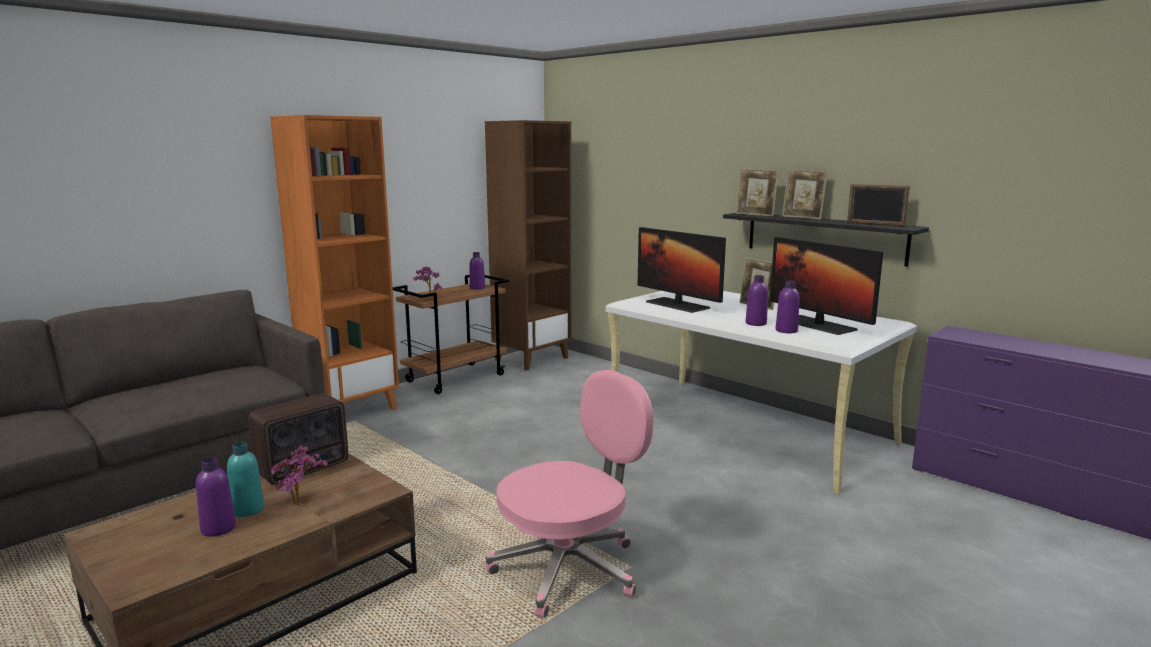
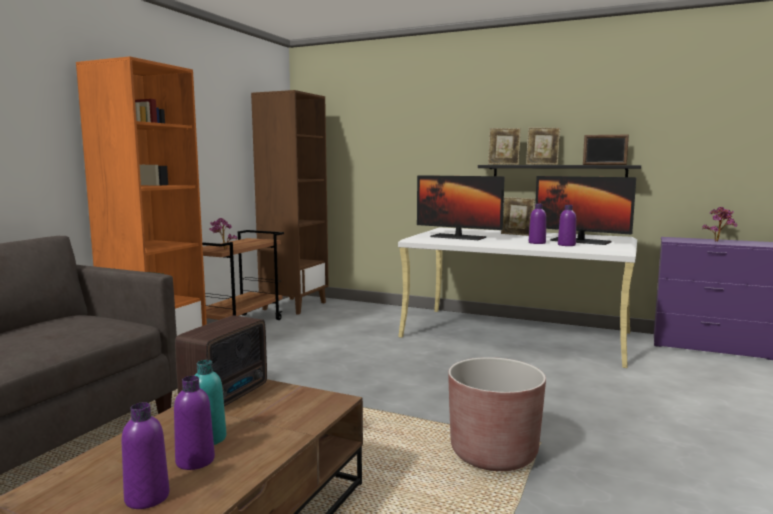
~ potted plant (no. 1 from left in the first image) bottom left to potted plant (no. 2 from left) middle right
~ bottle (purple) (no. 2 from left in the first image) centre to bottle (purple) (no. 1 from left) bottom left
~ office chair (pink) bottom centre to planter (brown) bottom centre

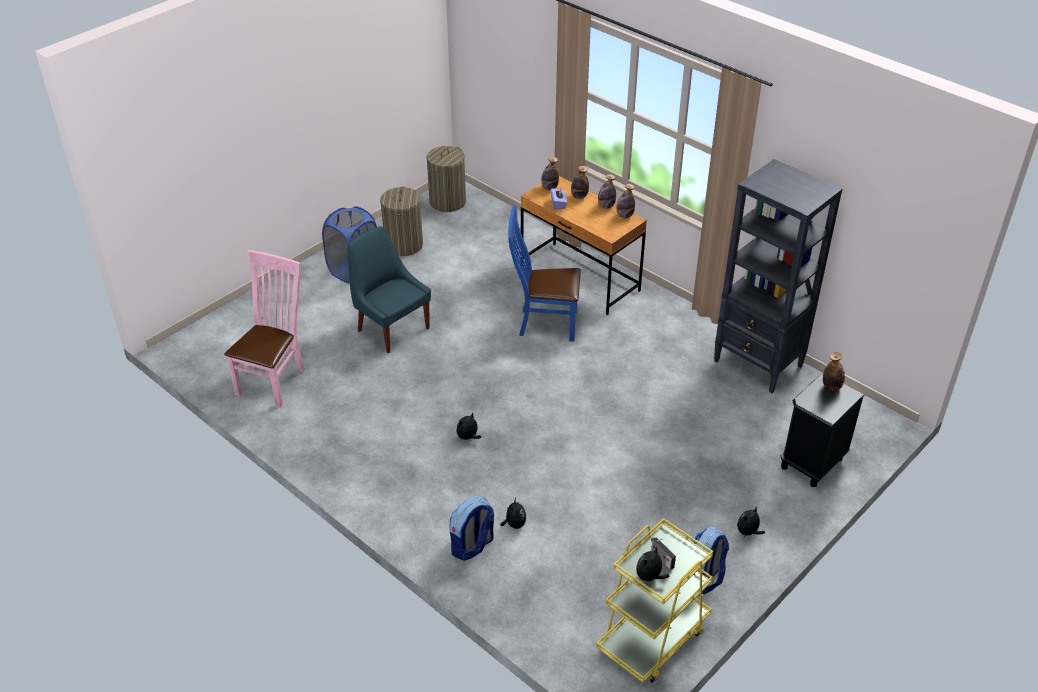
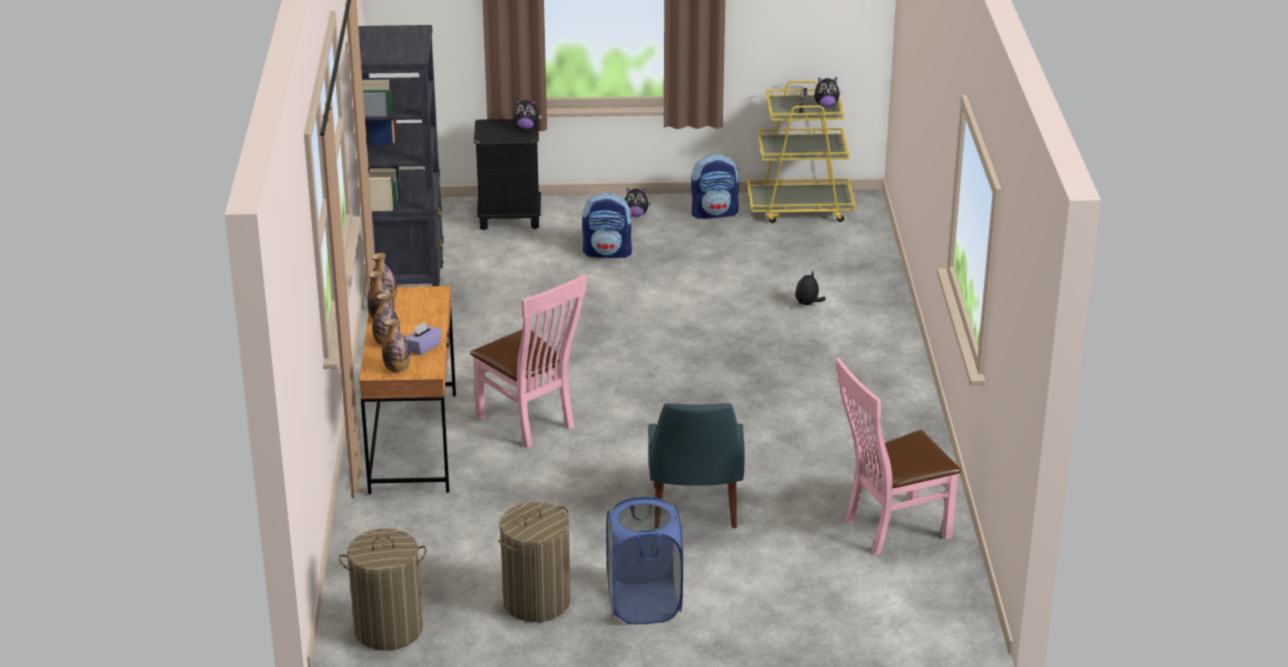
~ backpack (no. 1 from left) bottom centre to centre
~ plush toy (no. 1 from left) centre to top centre
~ chair (blue) (no. 2 from left) centre to chair (pink) (no. 1 from left) centre
- bottle (no. 5 from left) middle right

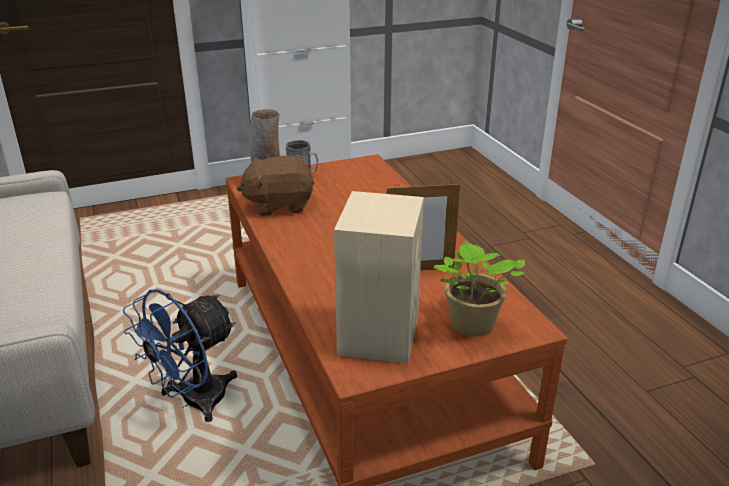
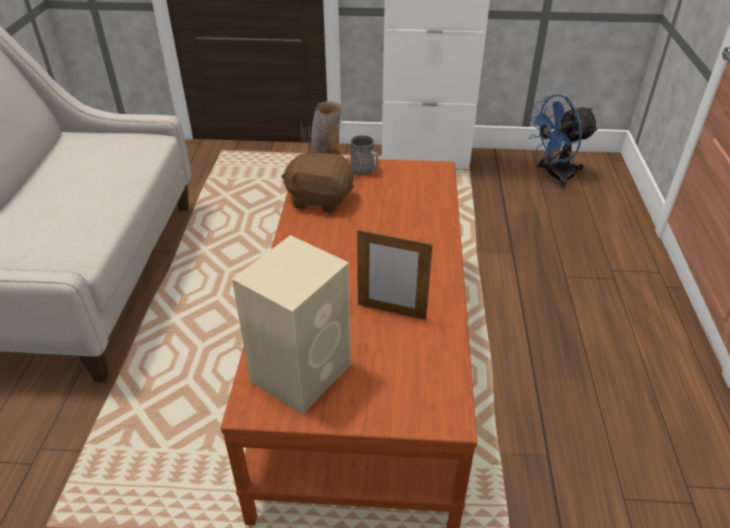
~ fan (blue) bottom left to top right
- potted plant centre

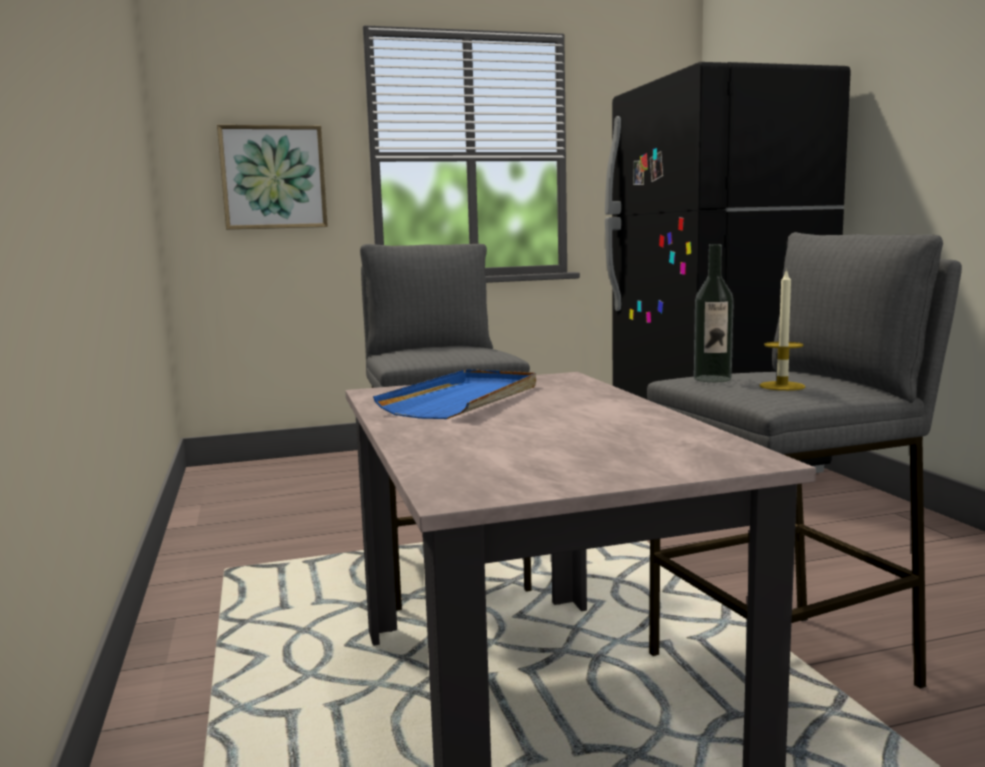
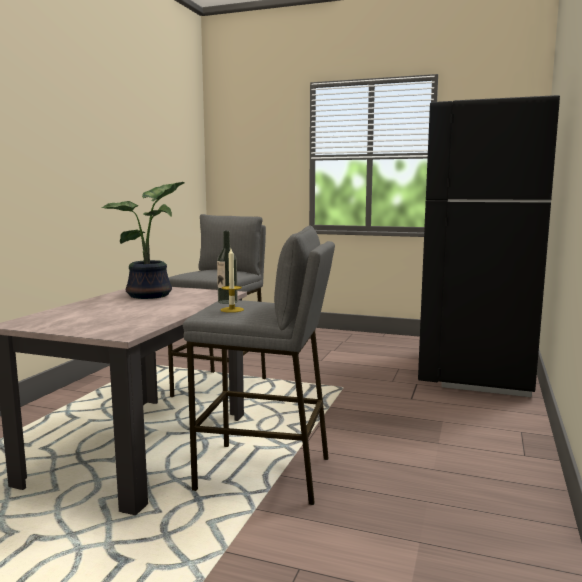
- picture top left
~ tray (blue) centre to potted plant middle left

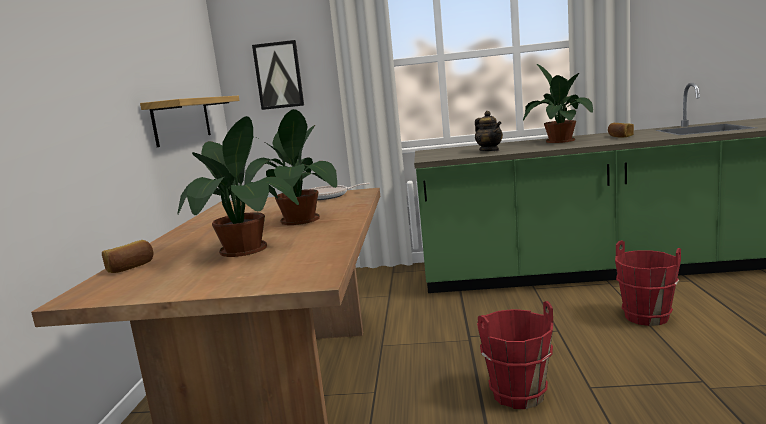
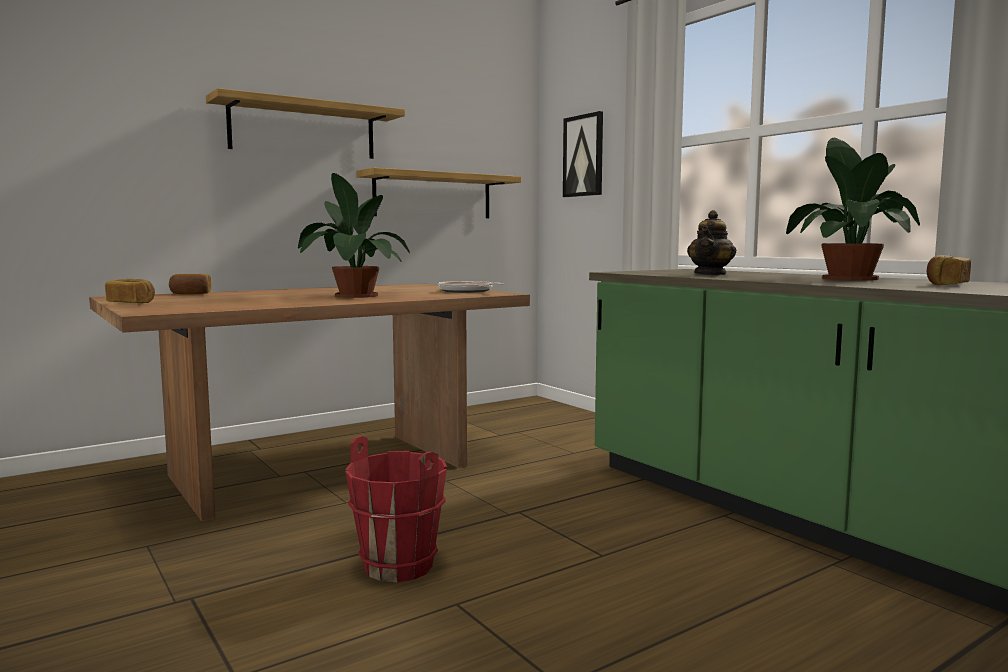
- potted plant (no. 1 from left) middle left
- bucket (red) (no. 2 from left) bottom right
+ bread (no. 1 from left) middle left
+ shelf (no. 1 from left) top left

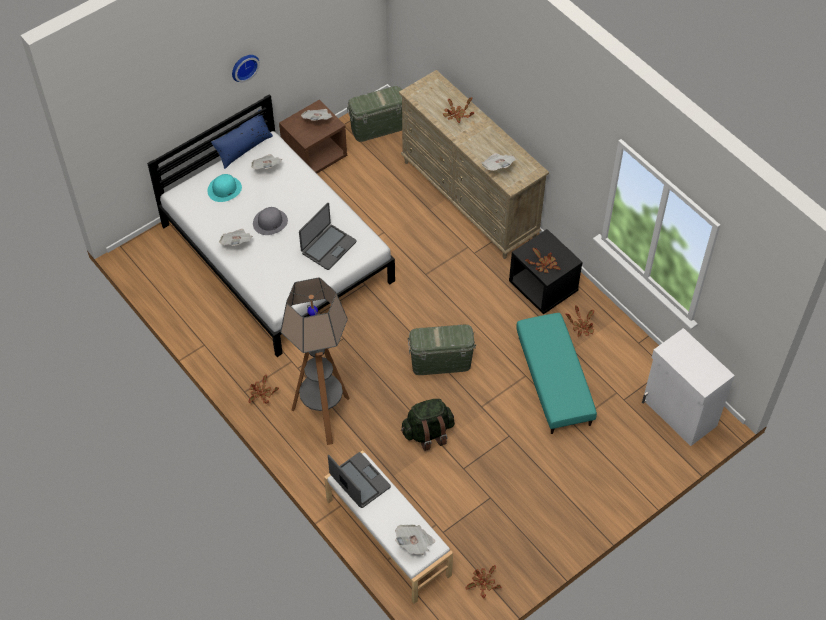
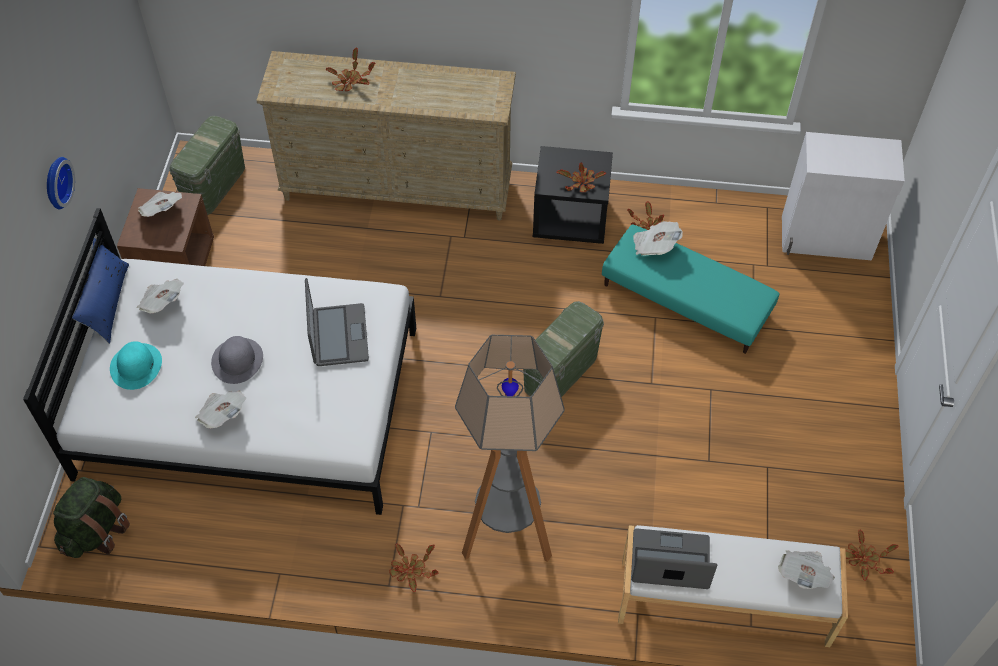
~ backpack (green) bottom centre to bottom left
~ newspaper (no. 5 from left in the first image) top centre to newspaper (no. 4 from left) centre

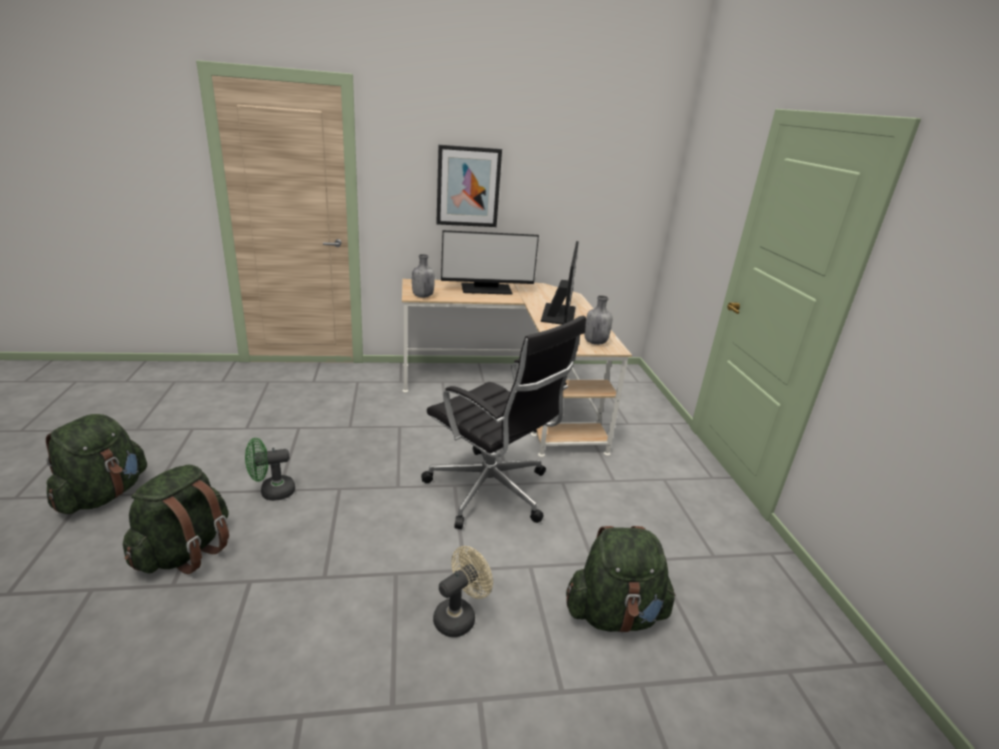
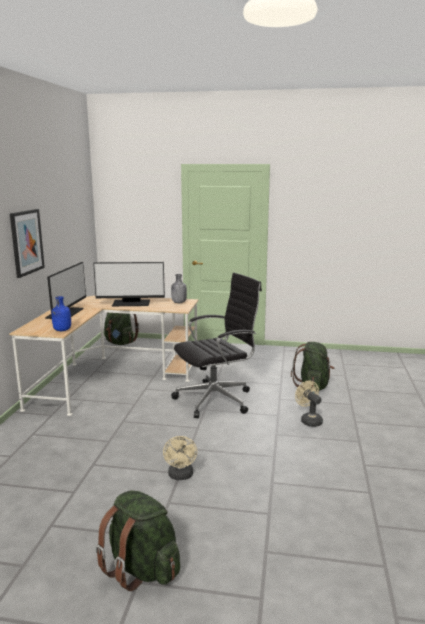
~ backpack (green) (no. 2 from left in the first image) bottom left to backpack (green) (no. 1 from left) middle left
~ fan (green) middle left to fan (beige) (no. 1 from left) bottom centre
~ bottle (grey) (no. 1 from left) centre to bottle (blue) middle left
~ monitor (no. 2 from left) centre = middle left 150 degrees clockwise

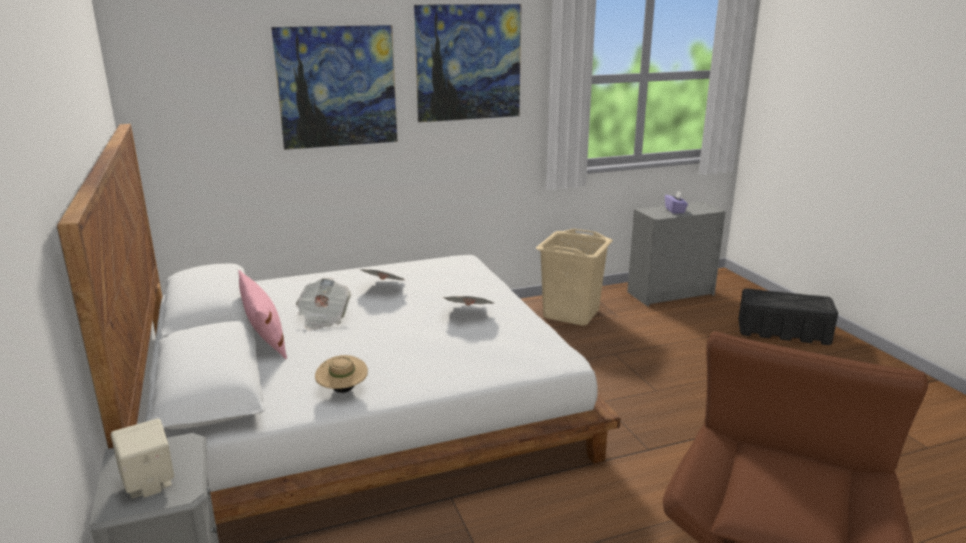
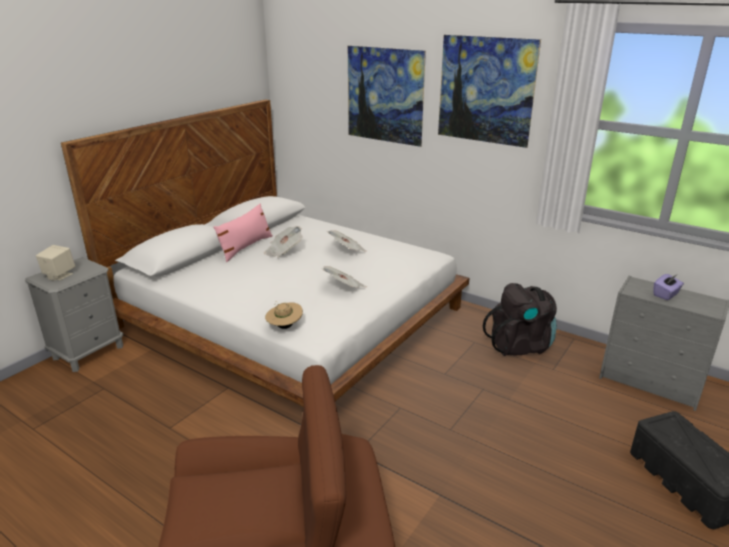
~ hat (beige) bottom centre to centre
~ laundry basket (beige) centre to backpack (black) middle right

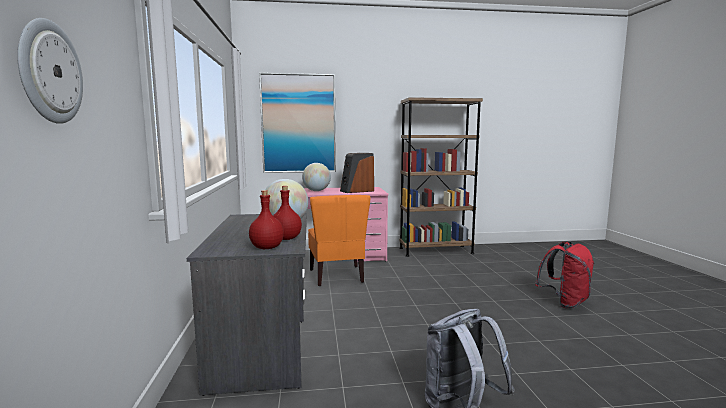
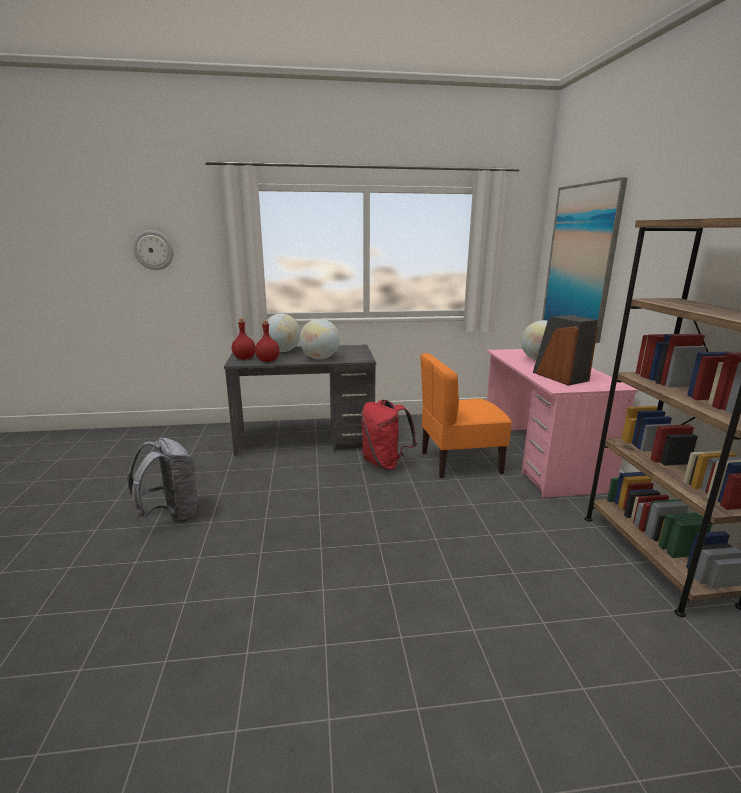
~ backpack (red) bottom right to centre
+ globe (no. 1 from left) centre

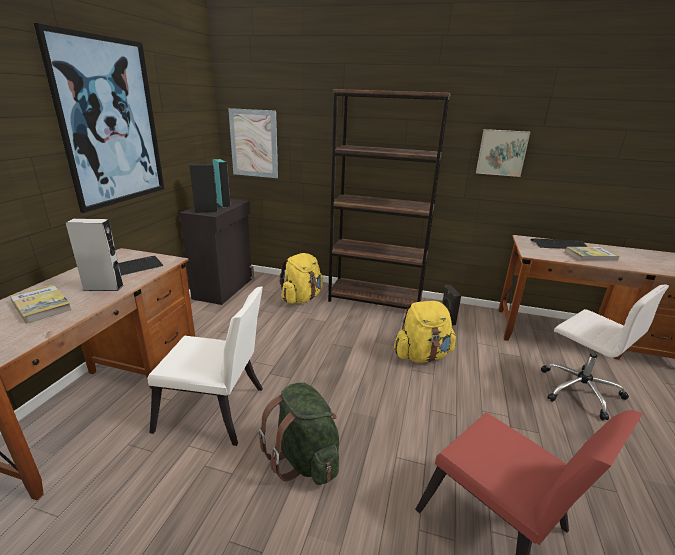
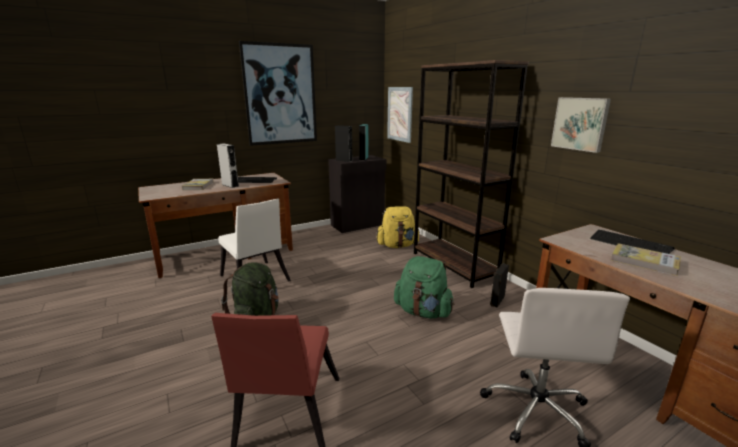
~ backpack (yellow) (no. 2 from left) centre to backpack (green) (no. 2 from left) centre

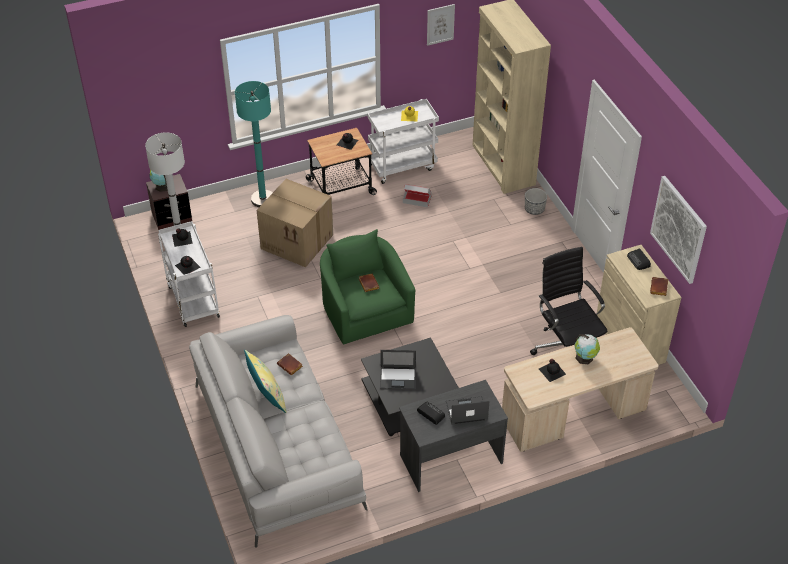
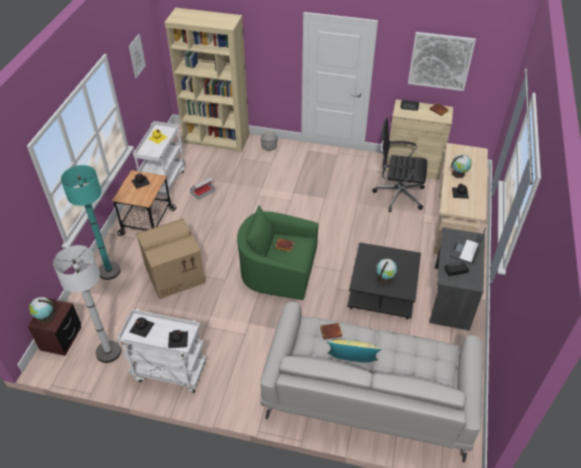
~ laptop (no. 1 from left) centre to globe (no. 2 from left) centre

